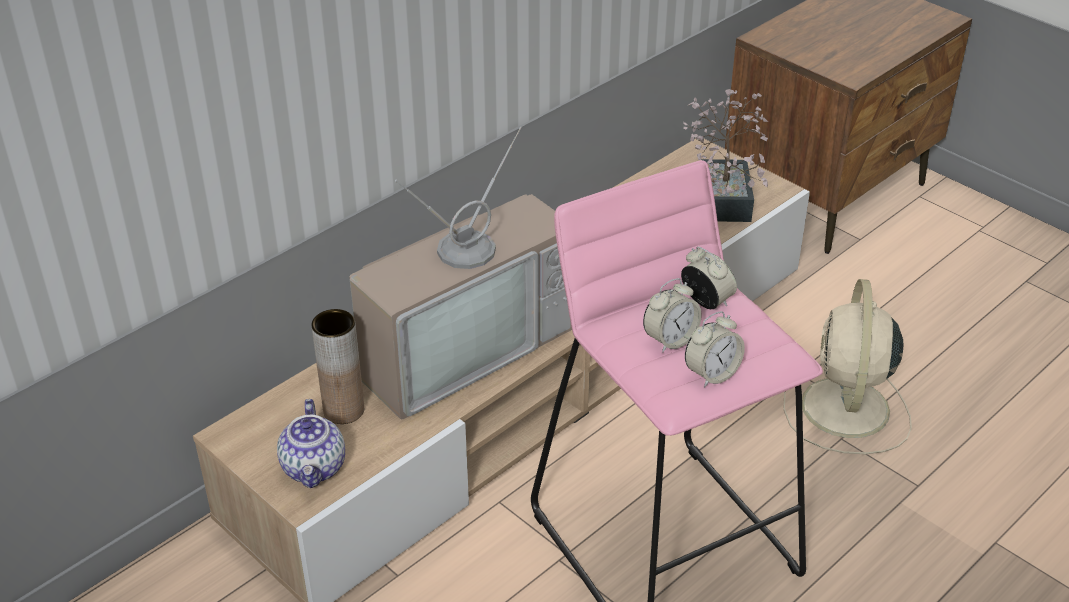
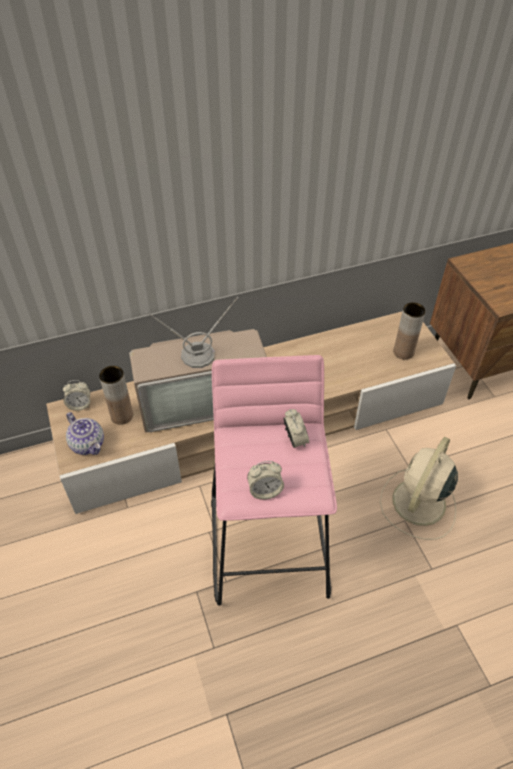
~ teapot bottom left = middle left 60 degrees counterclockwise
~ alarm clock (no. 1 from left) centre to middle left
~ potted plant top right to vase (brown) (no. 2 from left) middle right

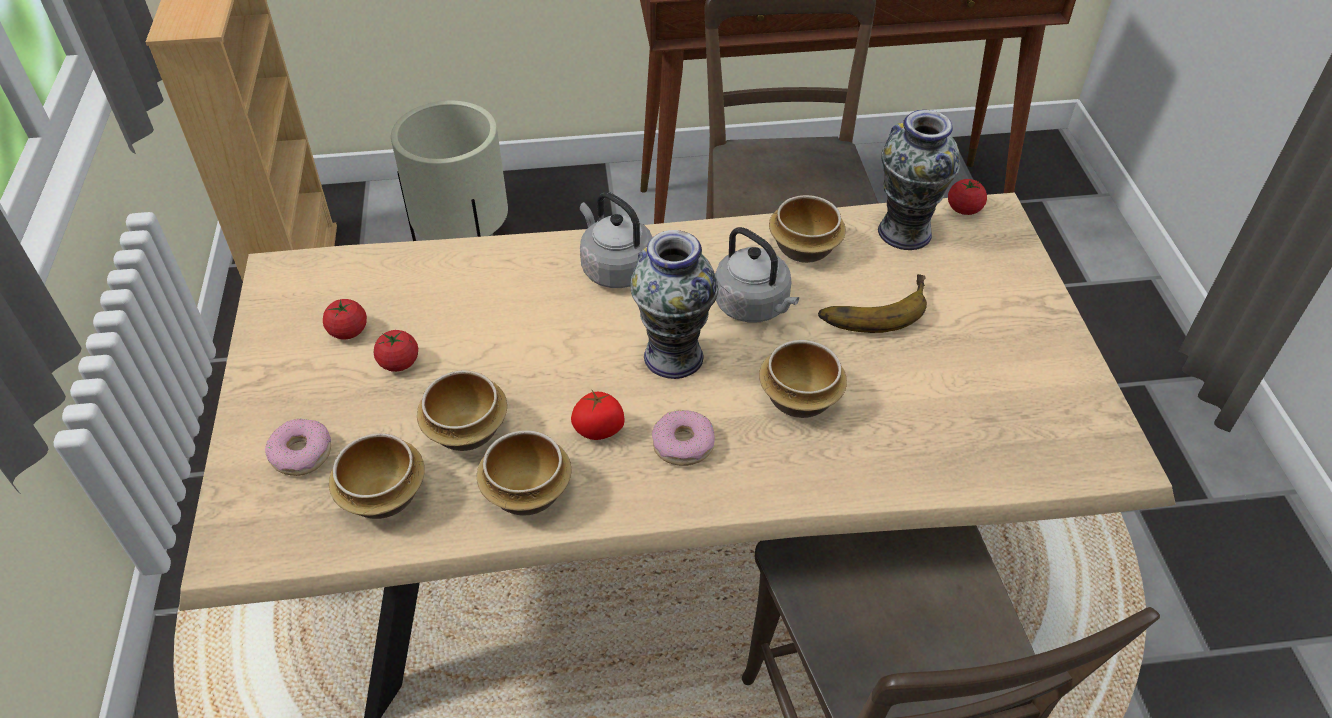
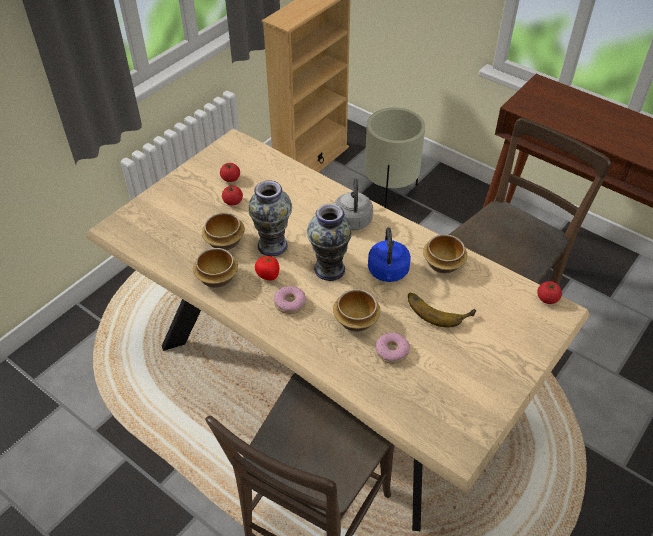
~ donut (no. 1 from left in the first image) middle left to donut (no. 2 from left) centre
- bowl (no. 1 from left) middle left
~ kettle (grey) (no. 2 from left) centre to kettle (blue) centre
~ vase (no. 2 from left in the first image) top right to vase (no. 1 from left) centre

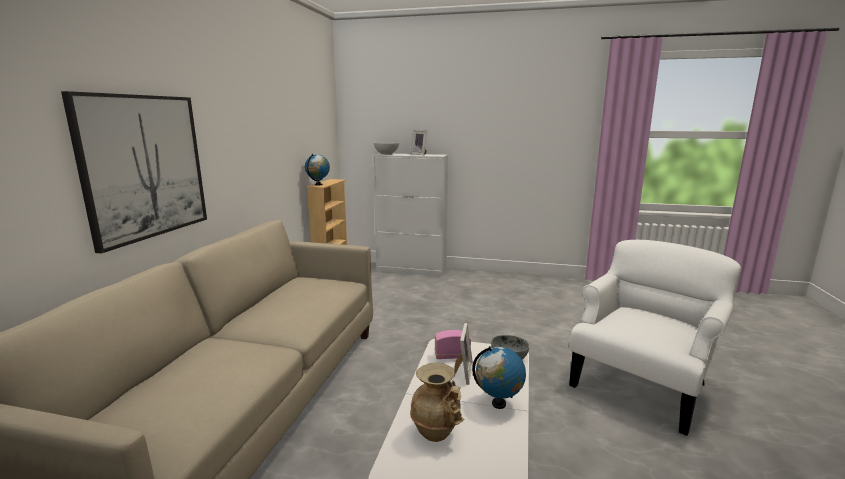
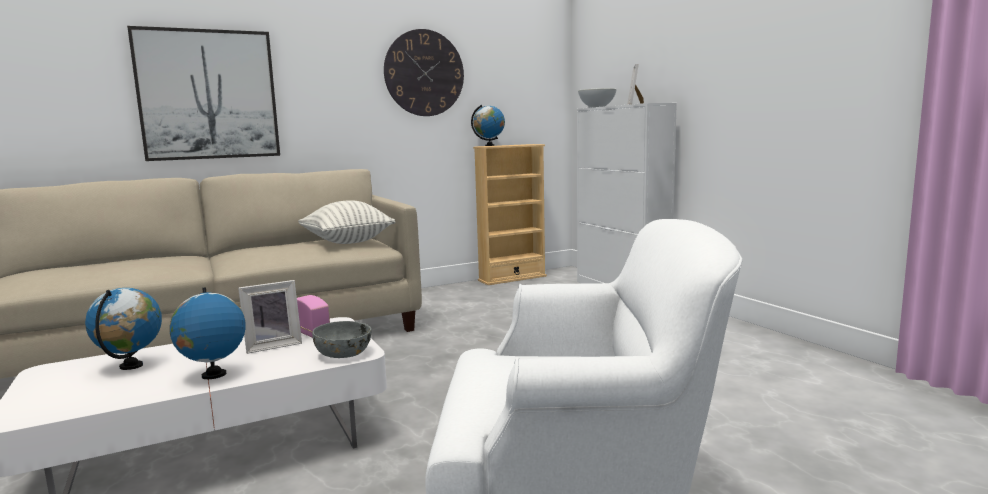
~ vase (beige) bottom centre to globe (no. 1 from left) middle left
+ pillow centre
+ wall clock top centre

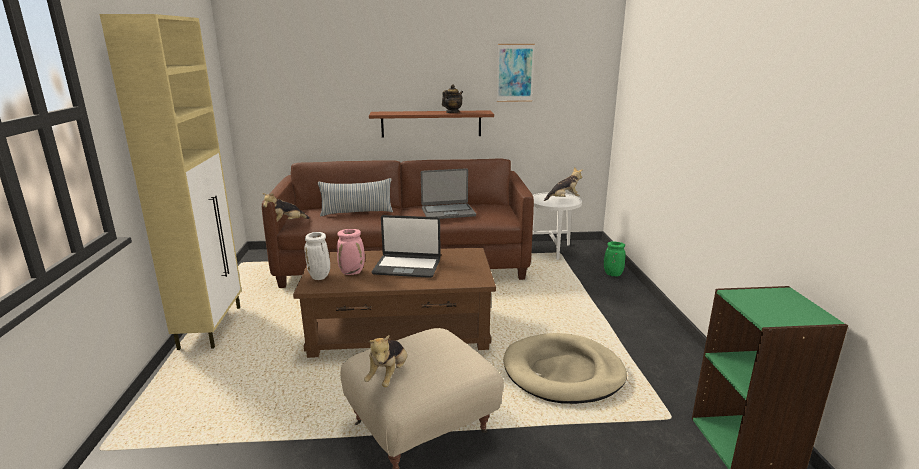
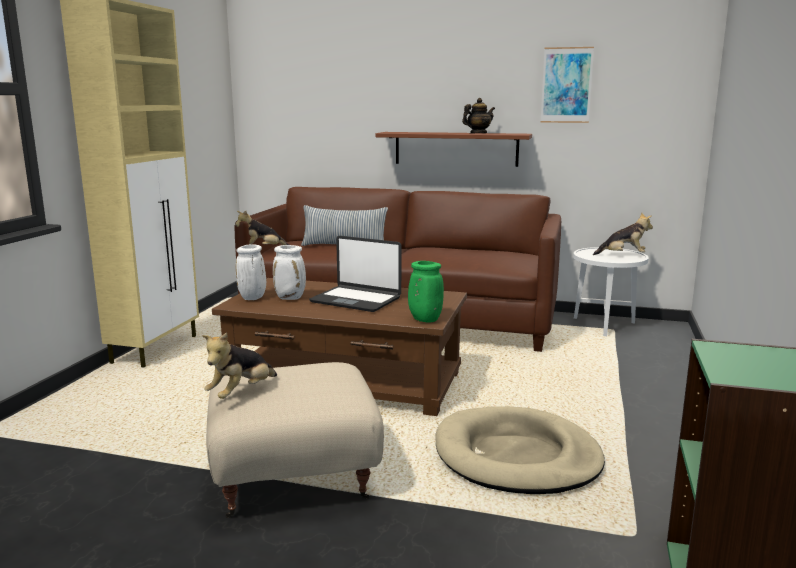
~ vase (pink) centre to vase (white) (no. 2 from left) centre
- laptop (no. 2 from left) centre
~ vase (green) middle right to centre

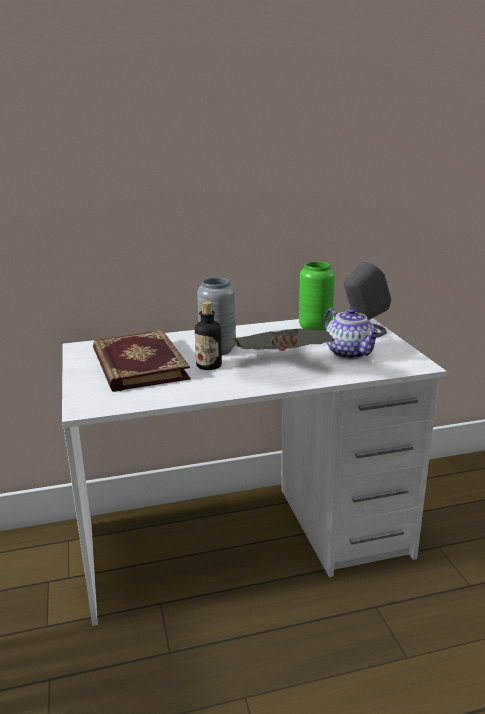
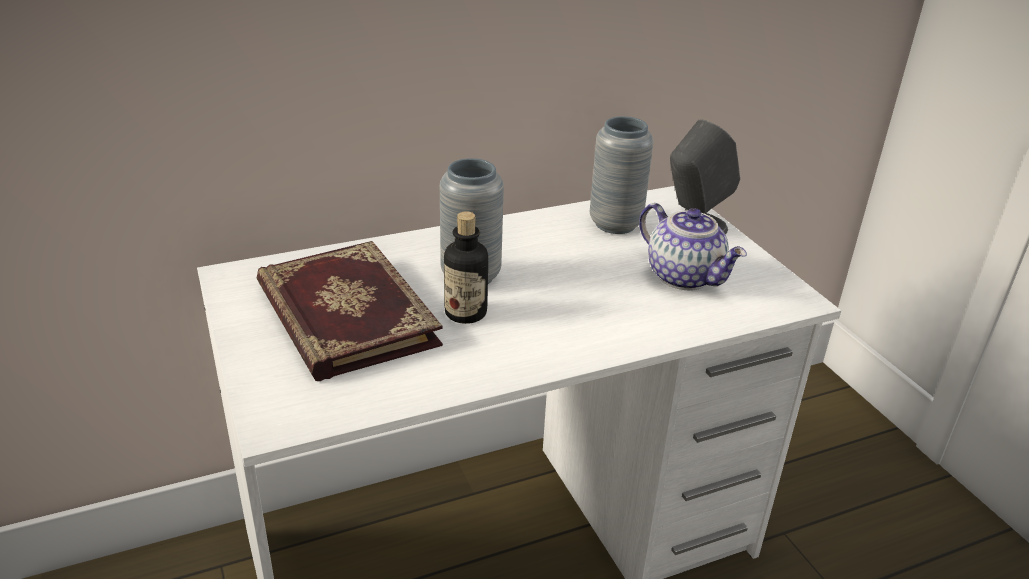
- newspaper centre
~ vase (green) centre to vase (grey) (no. 2 from left) top centre

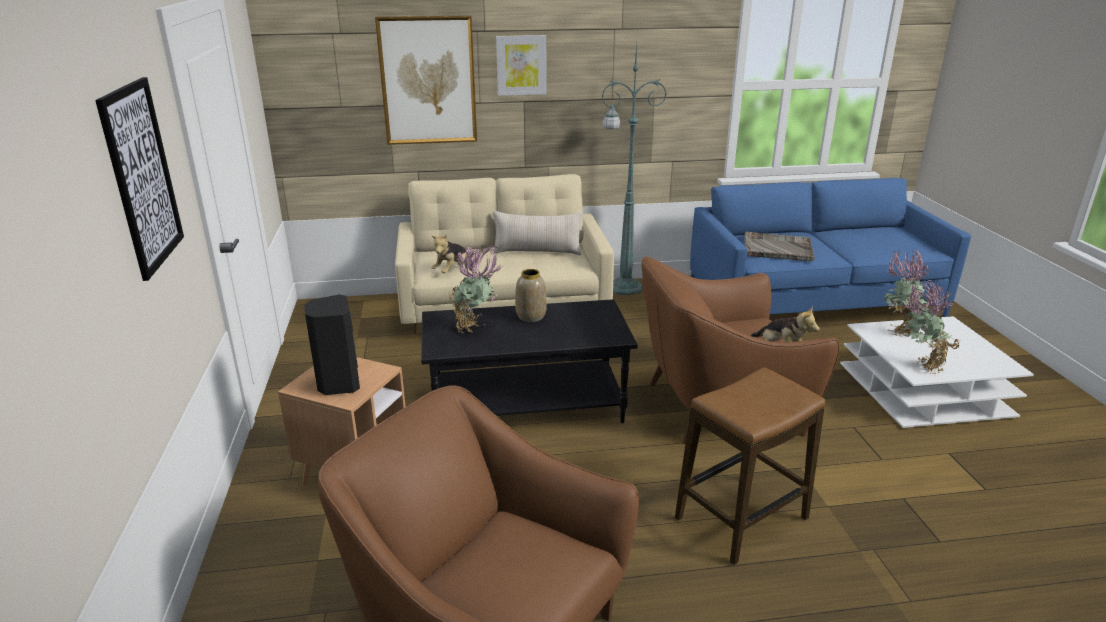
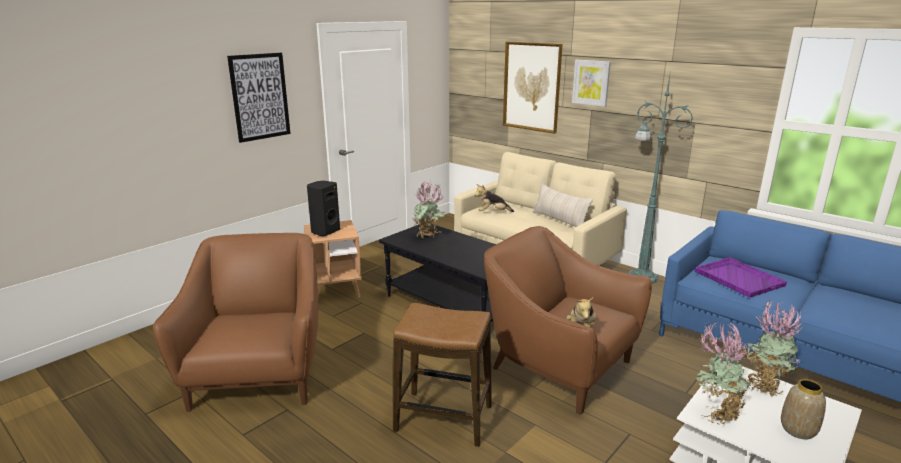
~ vase centre to bottom right
~ tray (grey) middle right to tray (purple) middle right

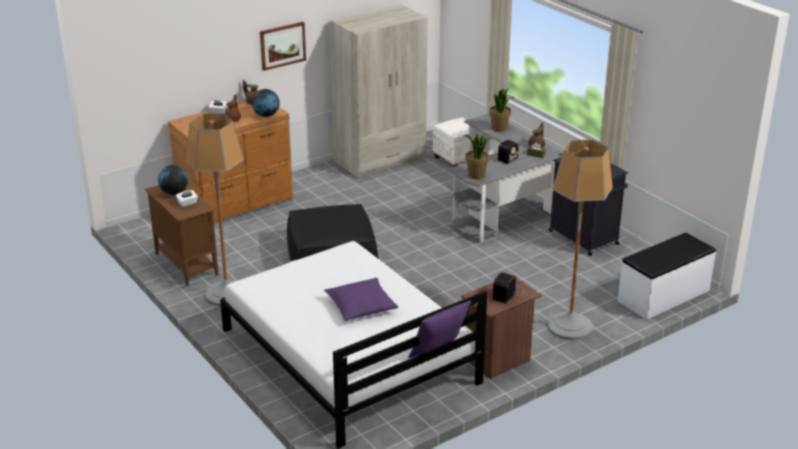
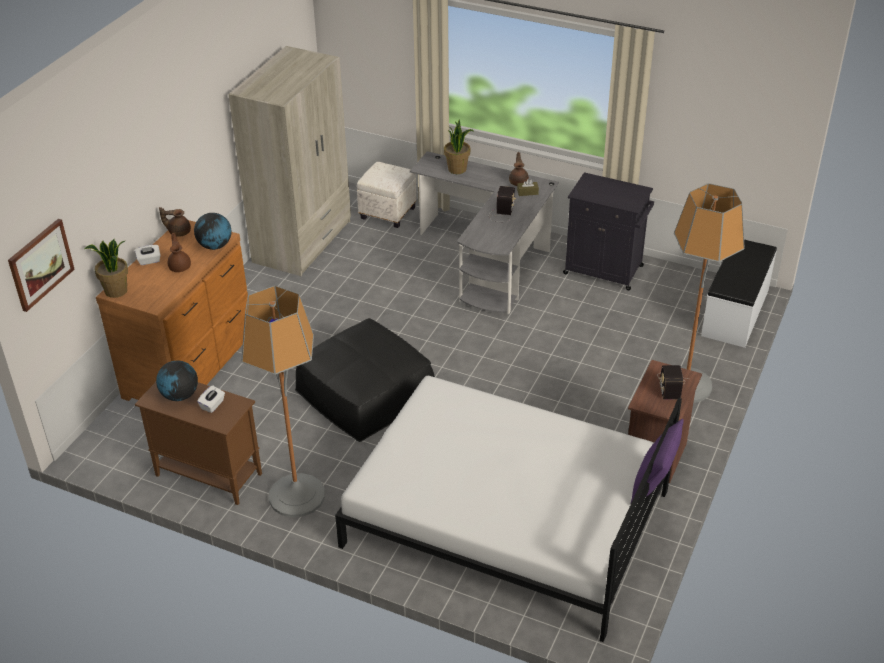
~ picture top centre to middle left
- pillow (purple) (no. 1 from left) centre
~ potted plant (no. 1 from left) centre to middle left

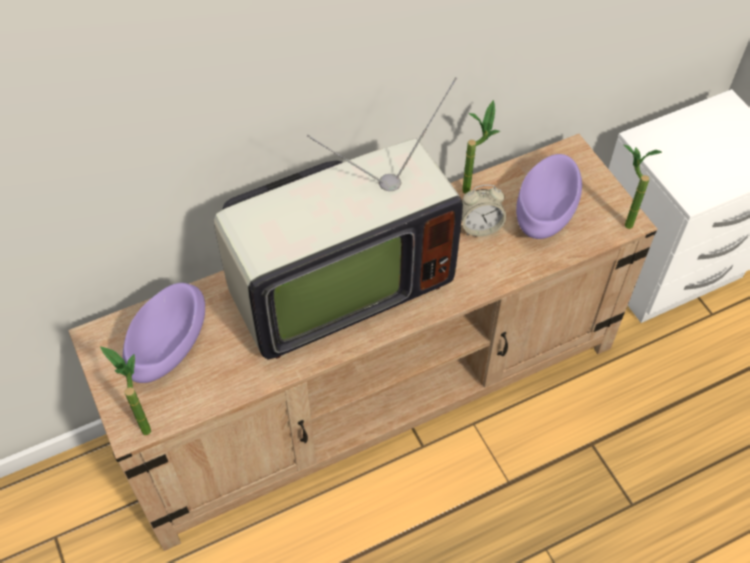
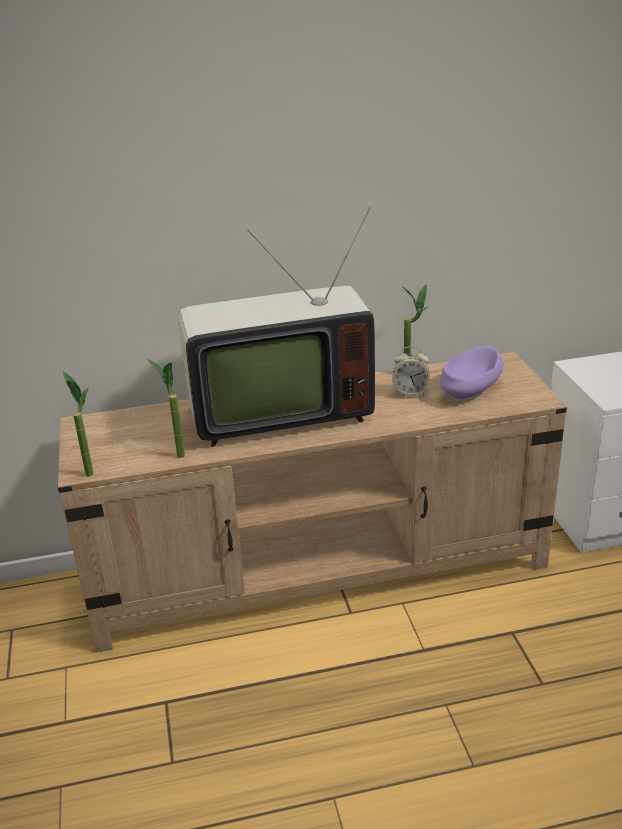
- bowl (purple) (no. 1 from left) middle left
~ potted plant (no. 3 from left in the first image) top right to potted plant (no. 2 from left) middle left

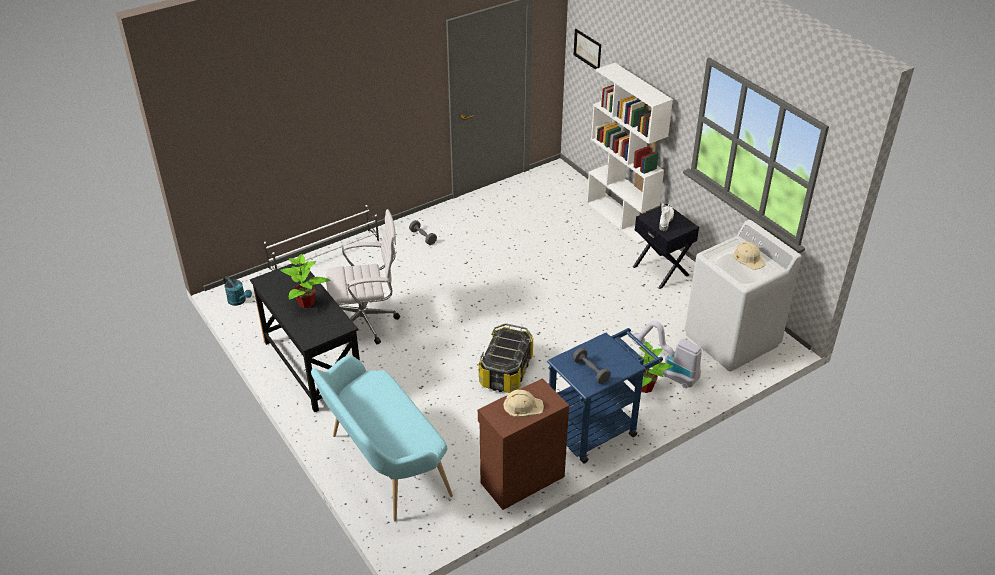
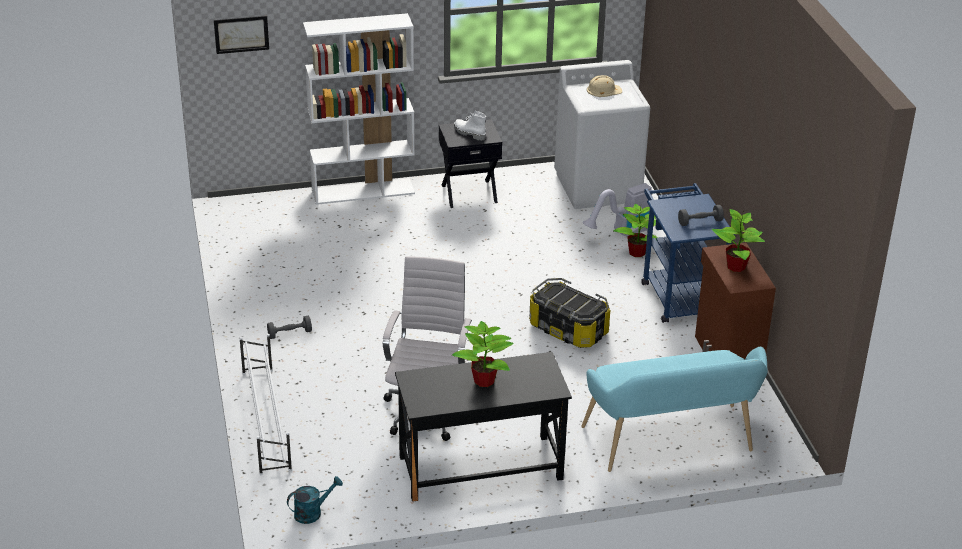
~ hard hat (beige) (no. 1 from left) bottom centre to potted plant (no. 3 from left) middle right

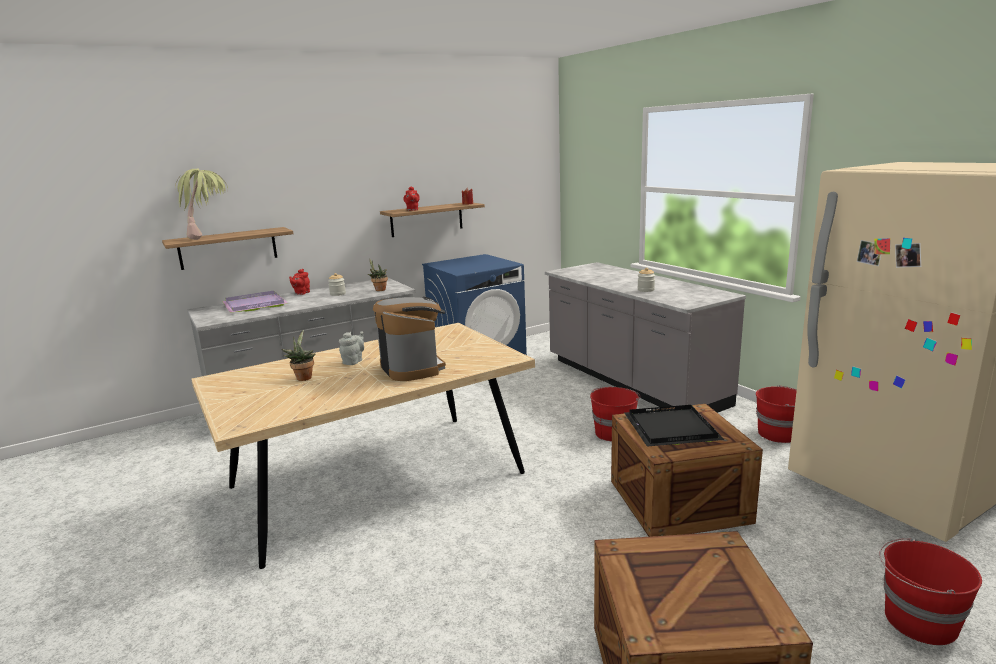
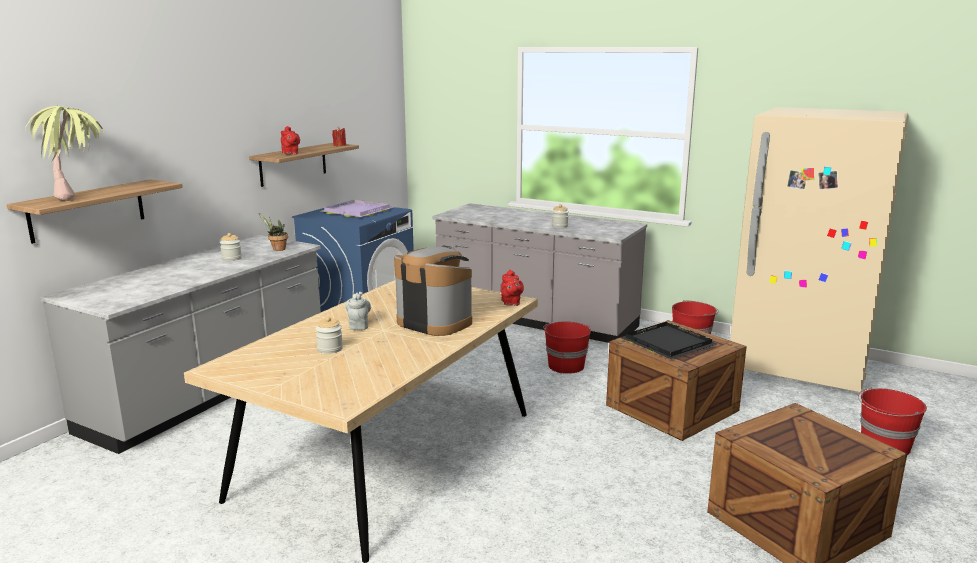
~ tray (purple) middle left to centre
~ potted plant (no. 2 from left) middle left to jar (no. 2 from left) centre
~ teapot (red) (no. 1 from left in the first image) middle left to teapot (red) (no. 2 from left) centre

